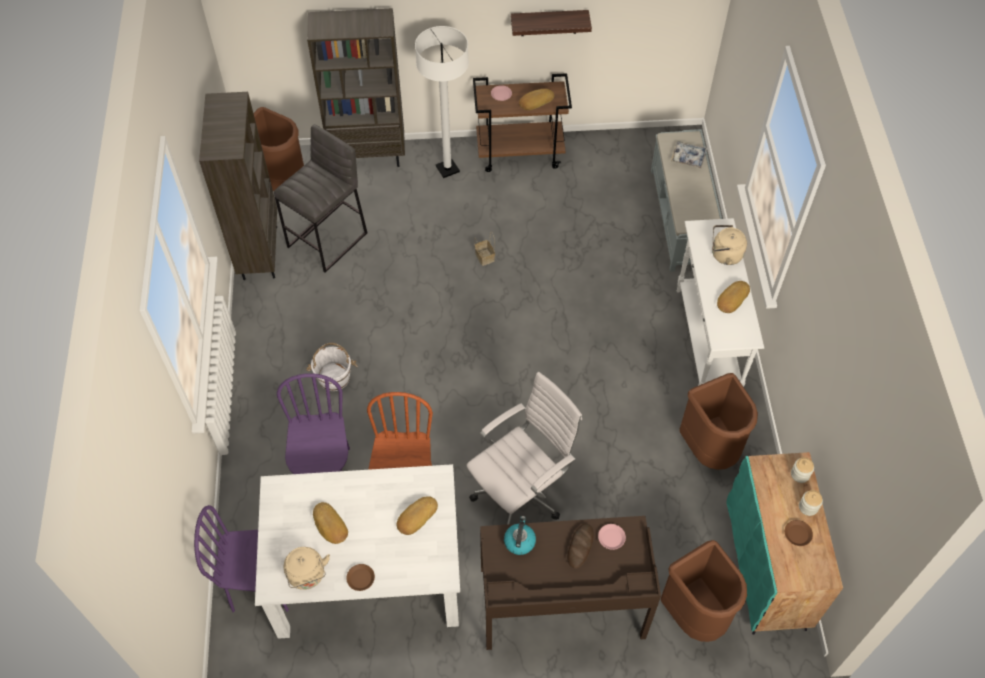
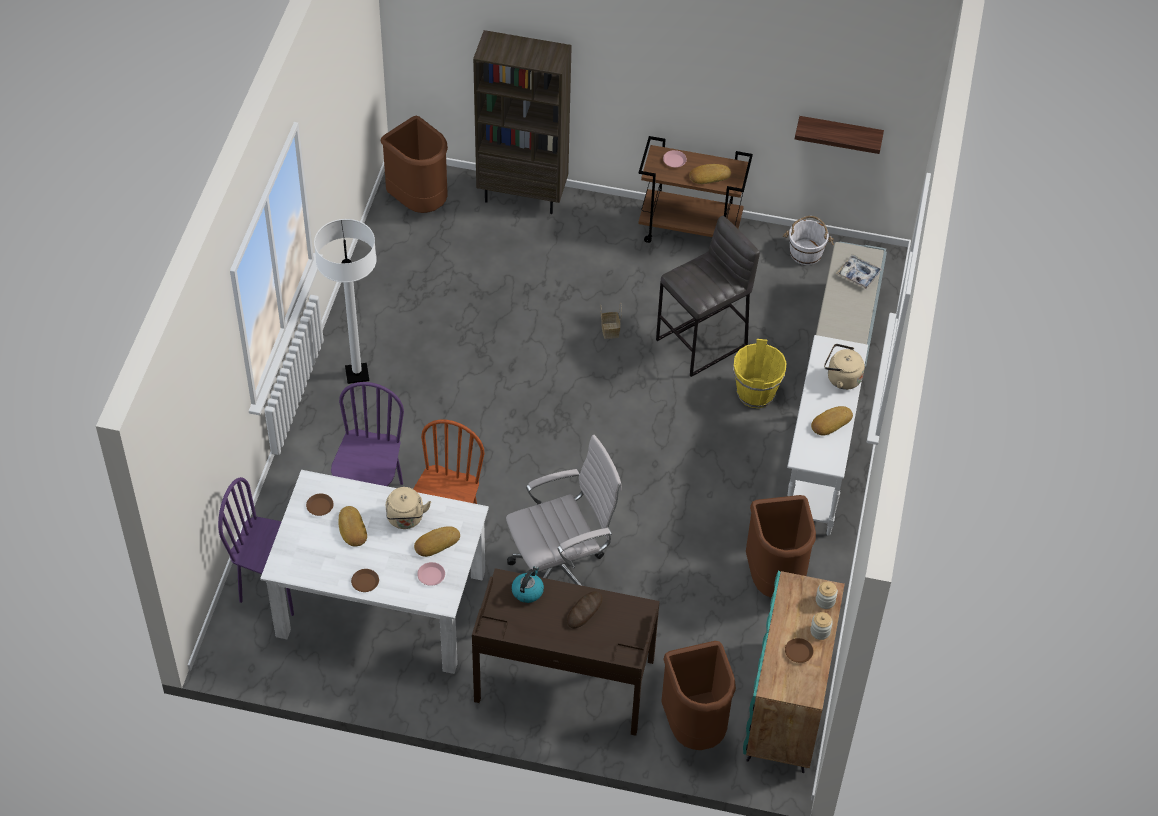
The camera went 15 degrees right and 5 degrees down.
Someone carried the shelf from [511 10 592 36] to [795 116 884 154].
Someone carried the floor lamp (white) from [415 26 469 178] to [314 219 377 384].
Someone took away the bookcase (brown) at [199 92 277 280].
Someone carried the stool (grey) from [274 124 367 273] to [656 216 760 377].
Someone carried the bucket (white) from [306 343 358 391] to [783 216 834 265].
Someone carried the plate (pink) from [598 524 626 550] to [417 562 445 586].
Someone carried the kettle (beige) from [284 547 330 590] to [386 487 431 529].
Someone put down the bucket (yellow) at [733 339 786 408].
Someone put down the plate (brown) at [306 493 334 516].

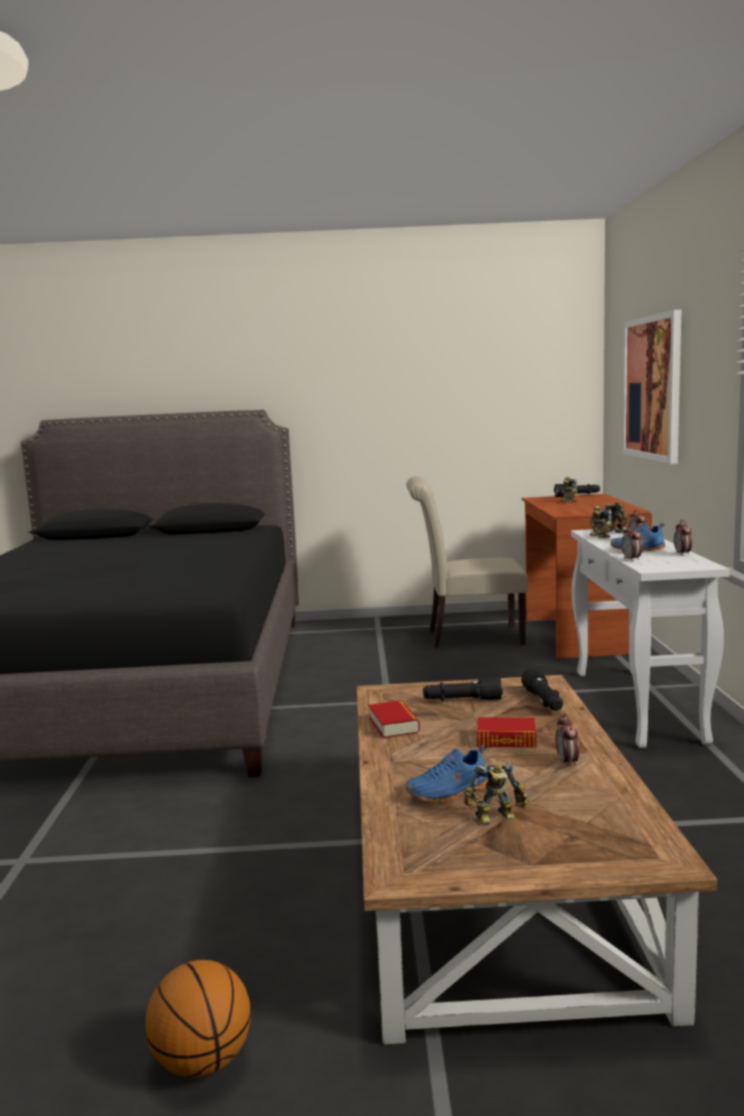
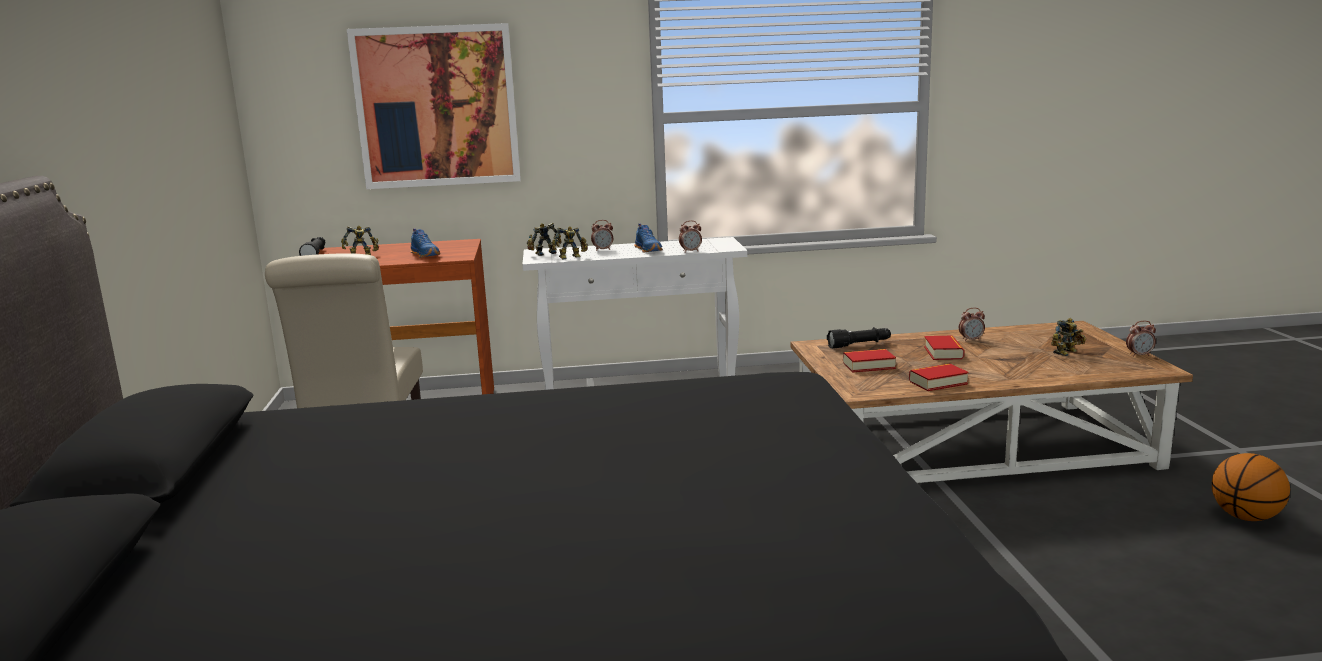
The camera went 95 degrees left and 5 degrees up.
Someone carried the alarm clock from [674 520 692 555] to [1126 321 1156 357].
Someone swapped the flashlight (black) at [423 677 503 701] for the book at [843 349 896 372].
Someone carried the shoe (blue) from [405 745 488 804] to [410 228 440 258].
Someone rotated the toy robot at [464 762 529 826] by 75 degrees clockwise.

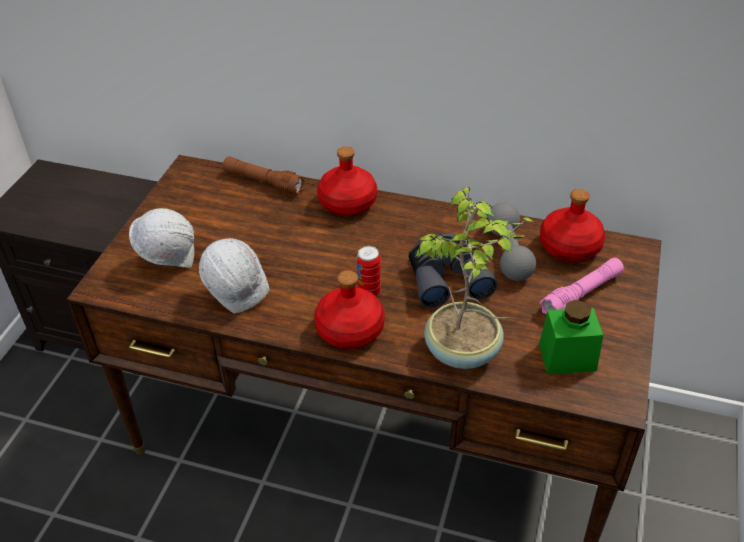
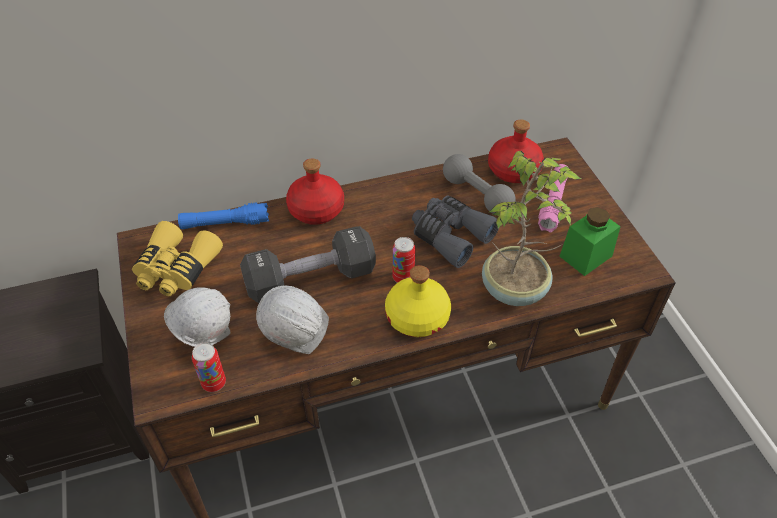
The camera went 35 degrees left and 5 degrees up.
Someone repainted the flashlight (brown) at [223 157 306 195], which became the flashlight (blue) at [178 202 269 229].
Someone repainted the bottle (red) at [314 270 385 349], which became the bottle (yellow) at [385 265 451 337].
Someone put down the binoculars (yellow) at [132 221 223 296].
Someone put down the dumbbell (black) at [240 226 376 303].
Someone put down the can at [192 343 226 392].

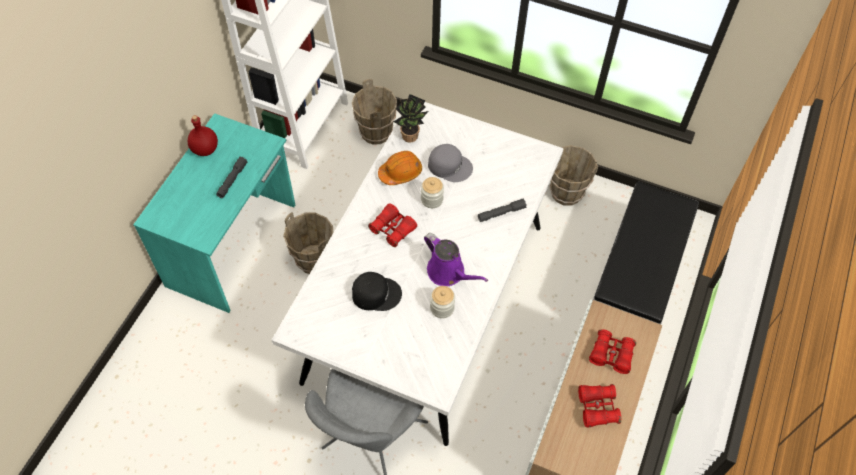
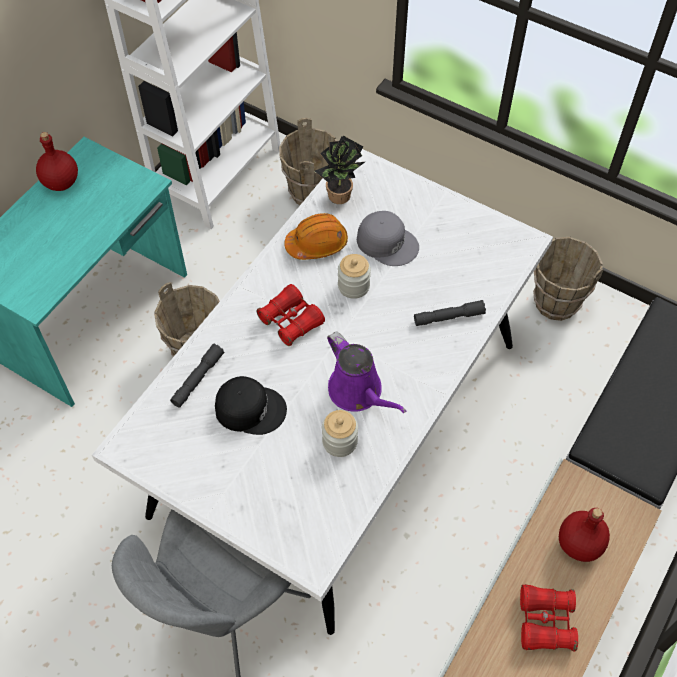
The camera went 10 degrees right and 0 degrees up.
Someone carried the flashlight (grey) from [216 156 248 198] to [170 344 224 408].
Someone swapped the binoculars (red) at [589 329 636 374] for the bottle (red) at [559 508 610 562].

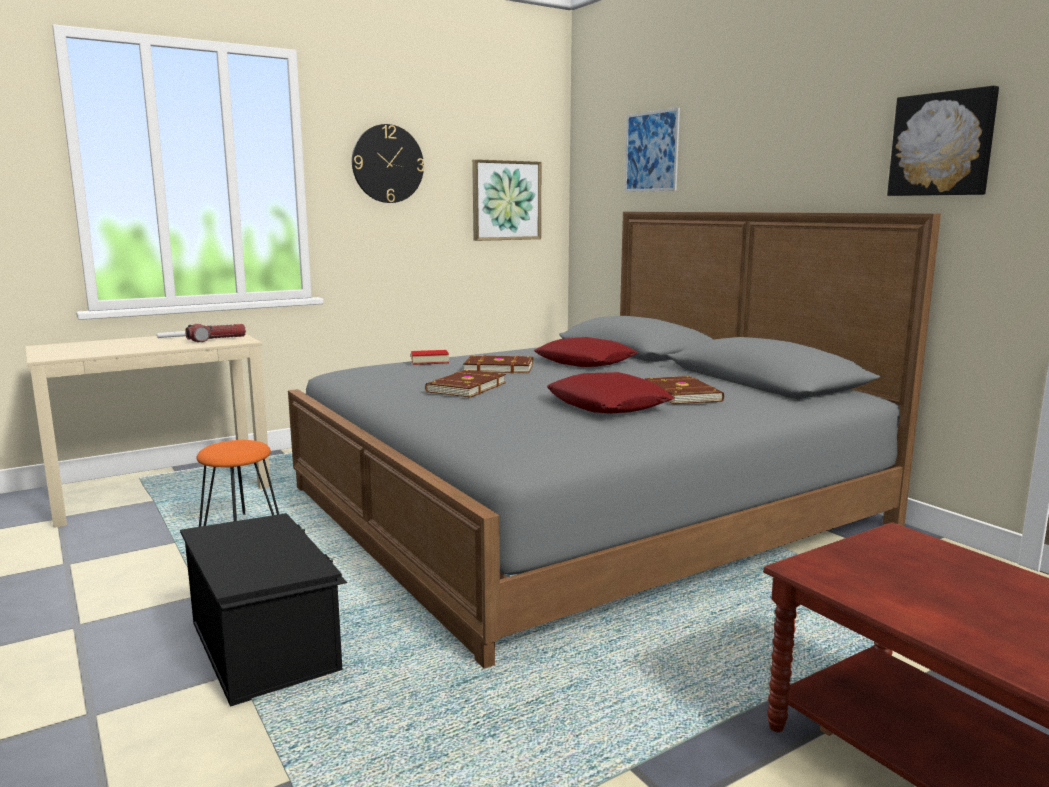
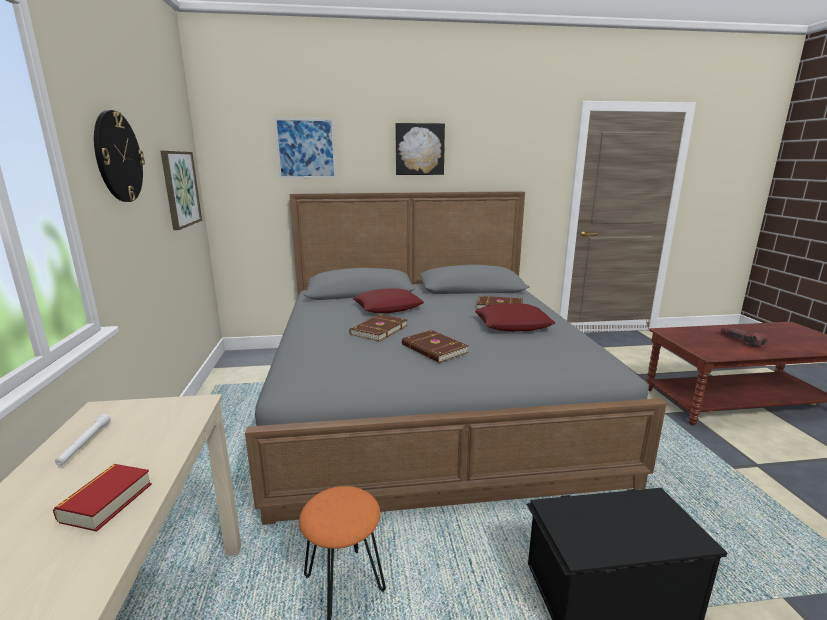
The camera went 65 degrees left and 5 degrees up.
Someone carried the picture from [887 86 999 196] to [395 123 445 175].
Someone carried the flashlight from [185 324 246 342] to [721 325 768 347].
Someone carried the book from [411 350 449 365] to [53 464 152 532].

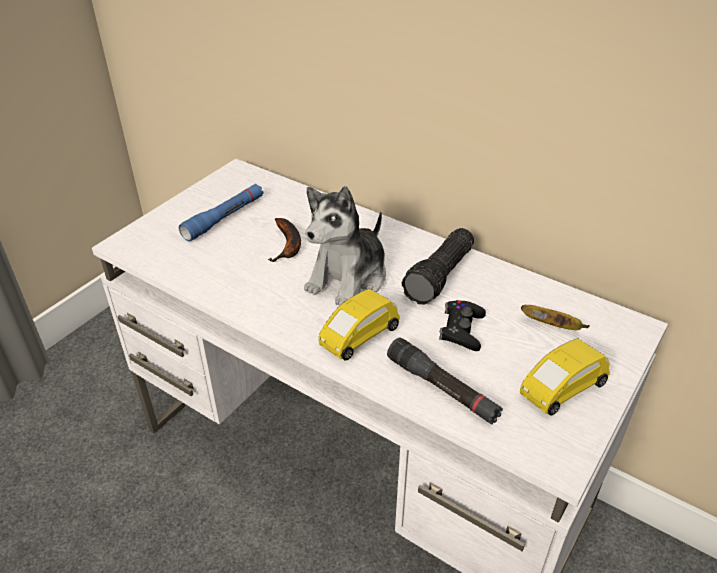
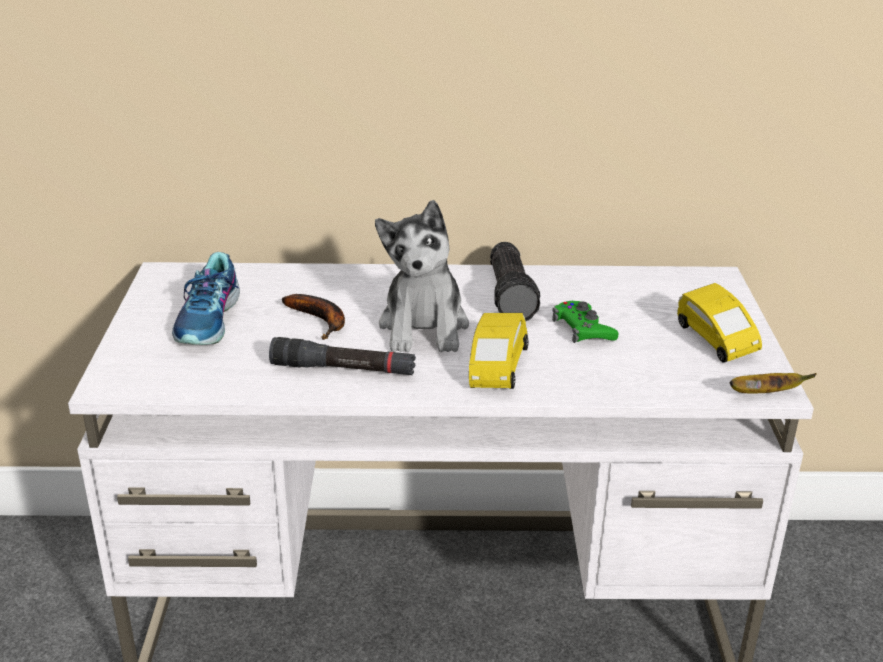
The camera went 35 degrees left and 10 degrees down.
Someone swapped the flashlight (blue) at [179 184 263 241] for the shoe at [172 252 240 345].
Someone repainted the game controller (black) at [439 300 486 351], which became the game controller (green) at [552 301 618 343].
Someone carried the banana from [521 305 590 330] to [730 373 817 394].
Someone carried the flashlight (black) from [387 338 503 424] to [269 337 416 375].
Someone rotated the toy car (yellow) at [520 338 610 415] by 45 degrees counterclockwise.

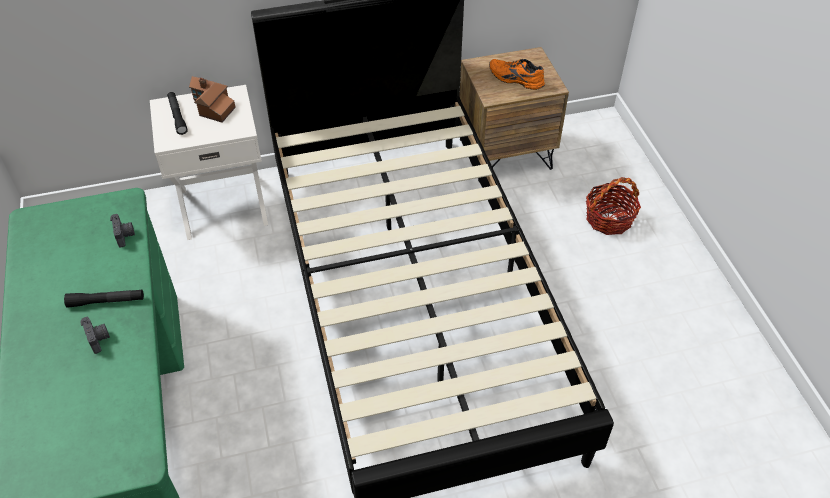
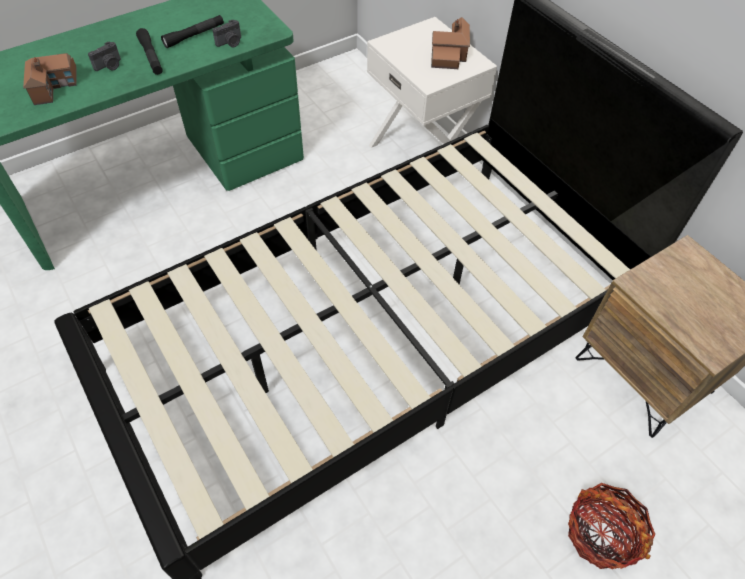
The camera went 70 degrees right and 5 degrees up.
Someone took away the shoe (orange) at [489 59 545 90].
Someone carried the flashlight (black) from [167 92 188 135] to [161 15 224 48].
Someone put down the toy house at [23 53 77 105].

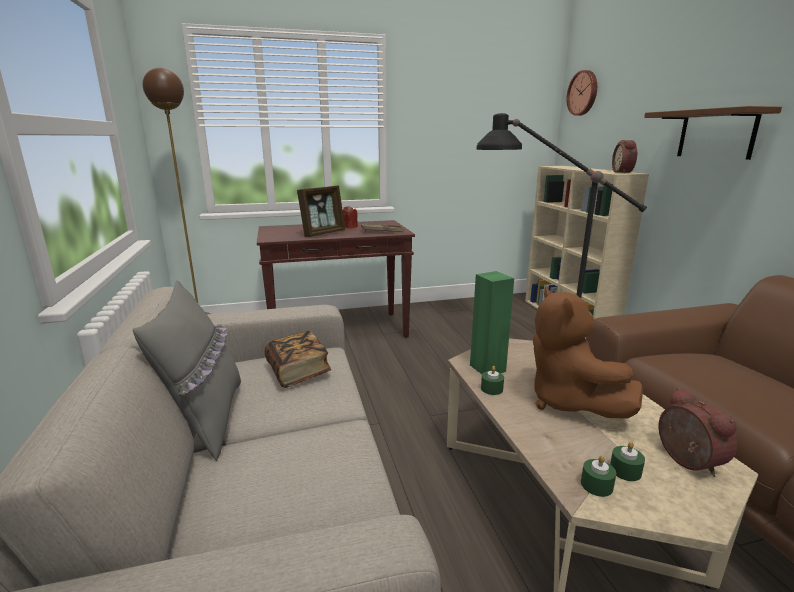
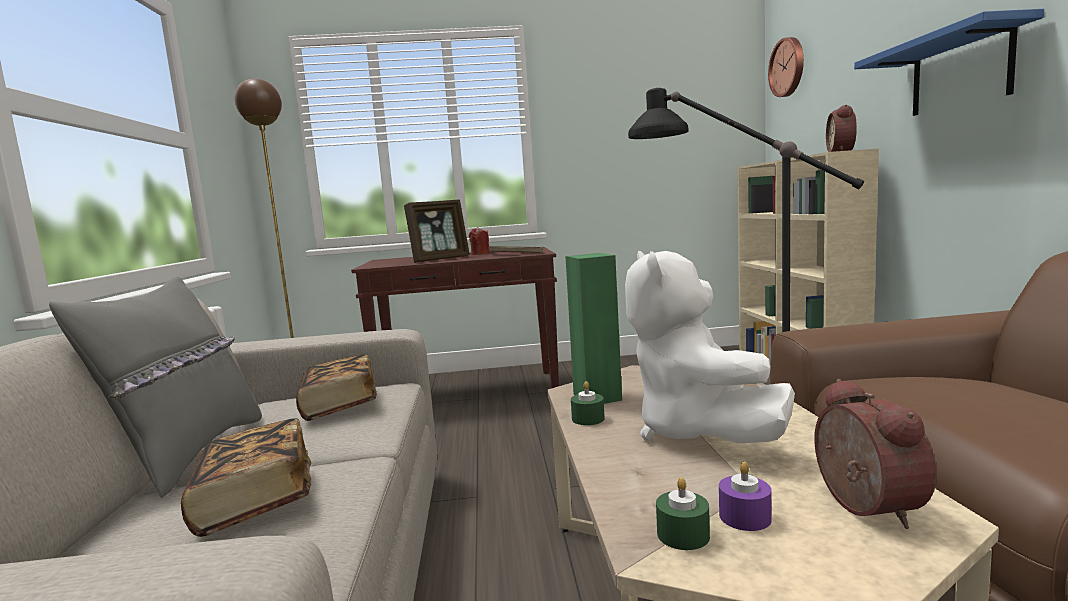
The camera went 10 degrees right and 10 degrees down.
Someone repainted the shelf (brown) at [644 106 782 160], which became the shelf (blue) at [854 9 1044 116].
Someone repainted the plush toy (brown) at [533 287 643 418], which became the plush toy (white) at [625 251 795 443].
Someone repainted the candle (green) at [610 442 645 481], which became the candle (purple) at [719 462 772 531].
Someone put down the book at [181 418 311 537].

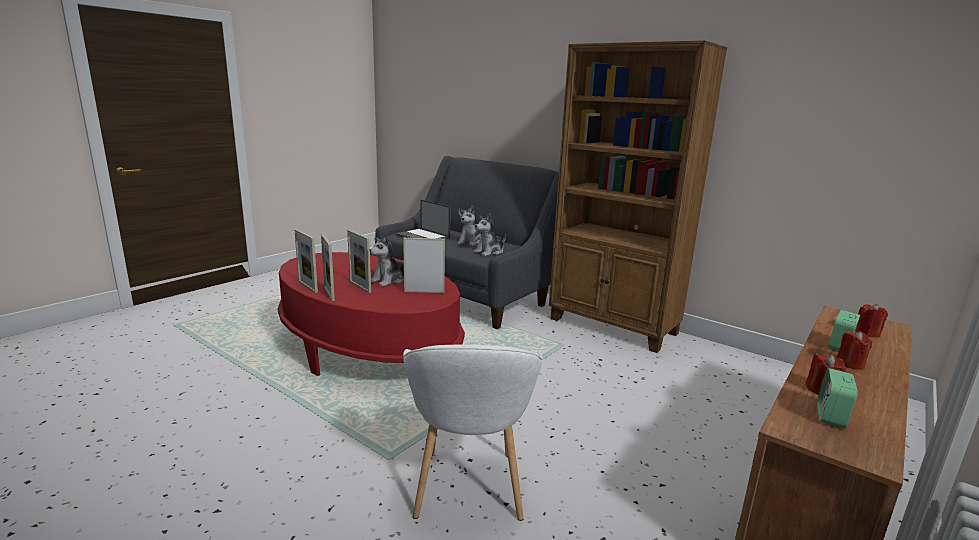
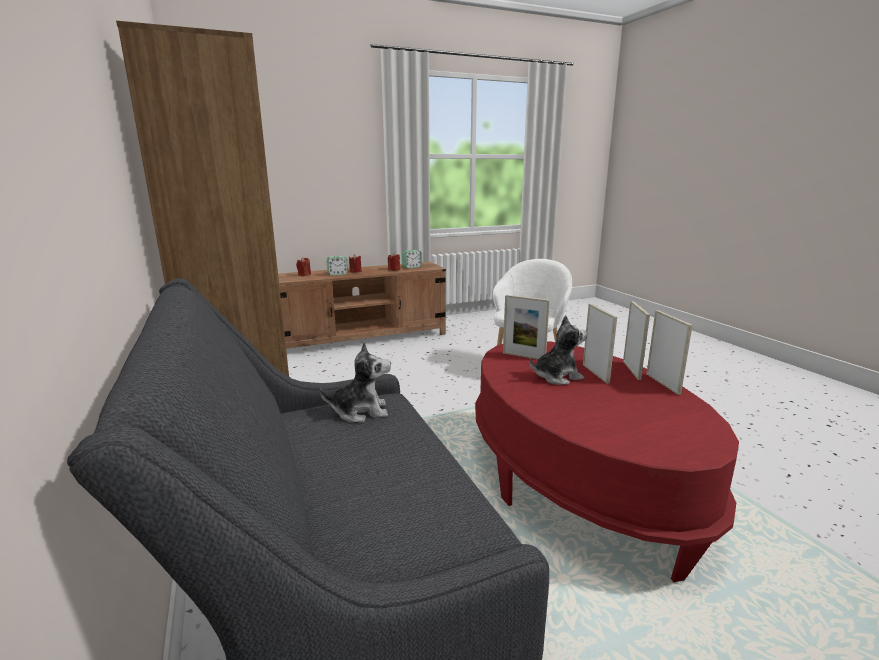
The camera went 150 degrees left and 0 degrees up.
Someone took away the laptop at [395 200 451 239].
Someone took away the plush toy at [458 206 482 246].

